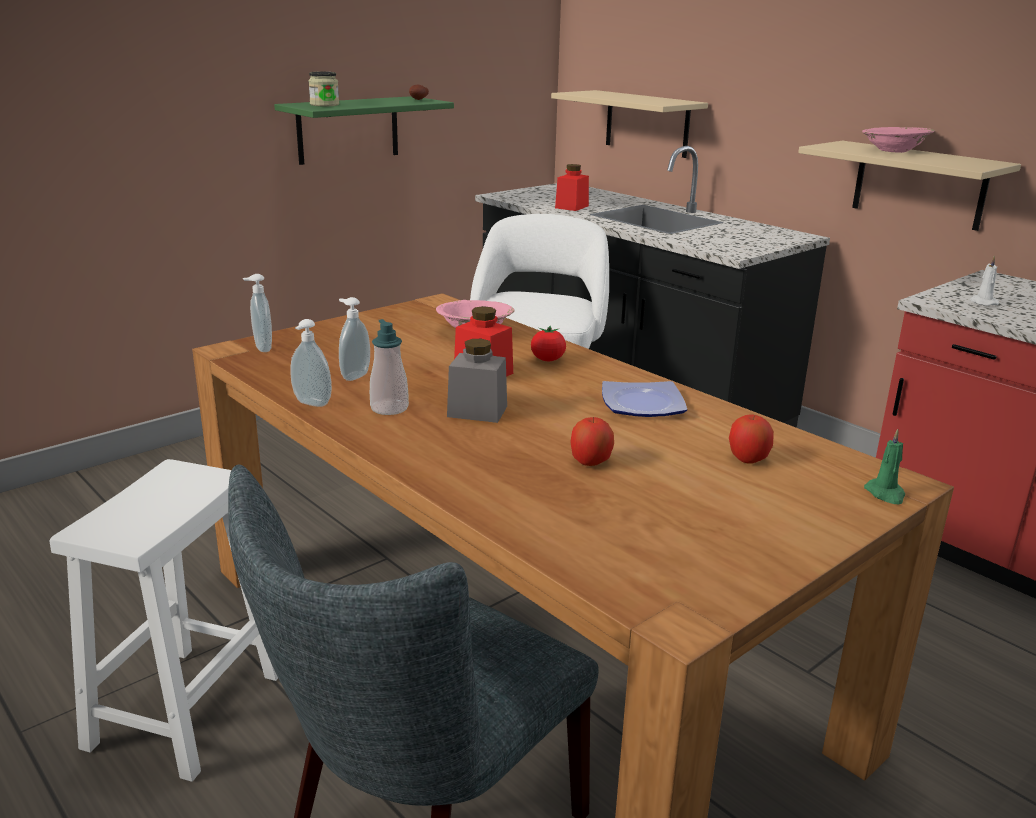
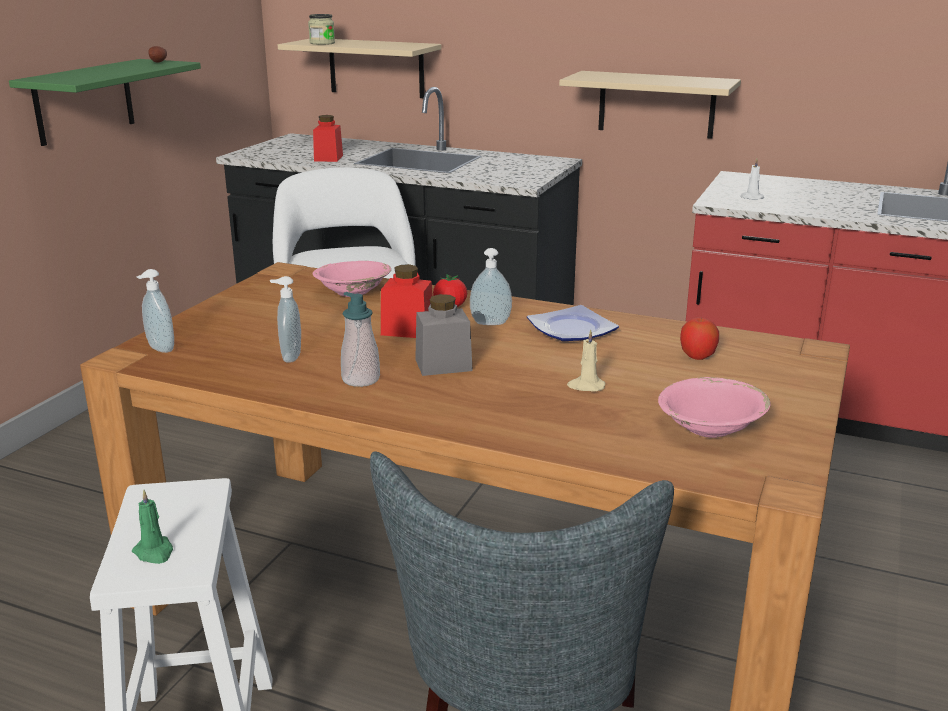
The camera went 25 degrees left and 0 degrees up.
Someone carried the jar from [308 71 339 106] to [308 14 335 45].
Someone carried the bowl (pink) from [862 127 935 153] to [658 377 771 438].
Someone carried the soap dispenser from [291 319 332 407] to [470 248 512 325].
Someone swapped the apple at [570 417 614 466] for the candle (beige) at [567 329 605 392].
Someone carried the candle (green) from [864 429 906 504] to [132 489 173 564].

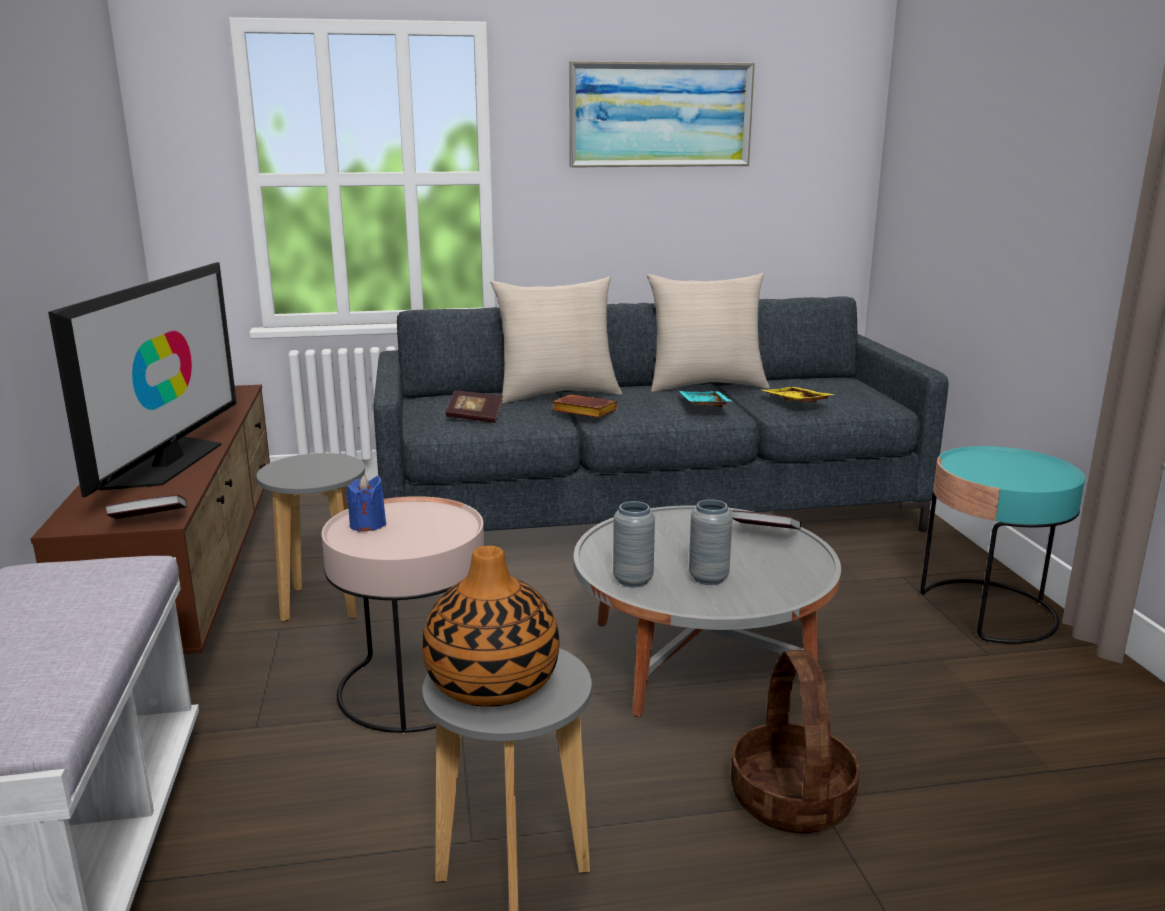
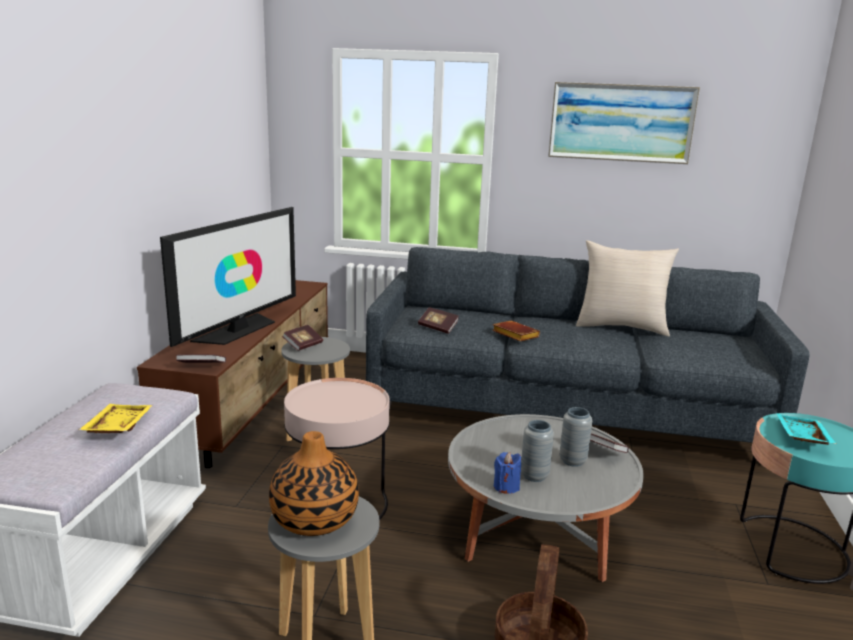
The camera went 20 degrees right and 0 degrees up.
Someone took away the pillow (beige) at [490 277 622 404].
Someone carried the tray (yellow) from [763 387 835 402] to [79 404 153 433].
Someone carried the tray (turquoise) from [679 391 733 408] to [777 413 836 445].
Someone carried the candle (blue) from [346 475 386 532] to [494 452 521 494].
Someone carried the vase (grey) from [613 501 655 587] to [559 407 592 467].
Someone put down the book at [282 325 323 351].

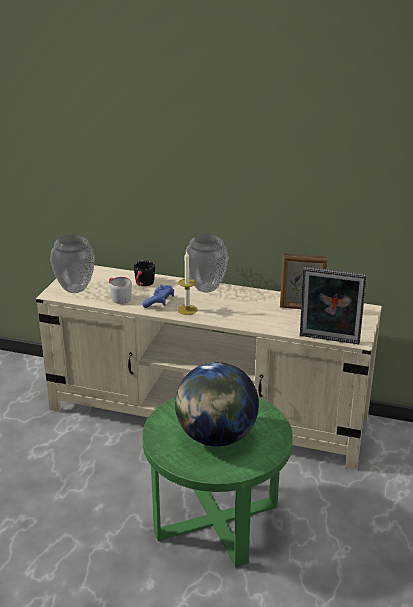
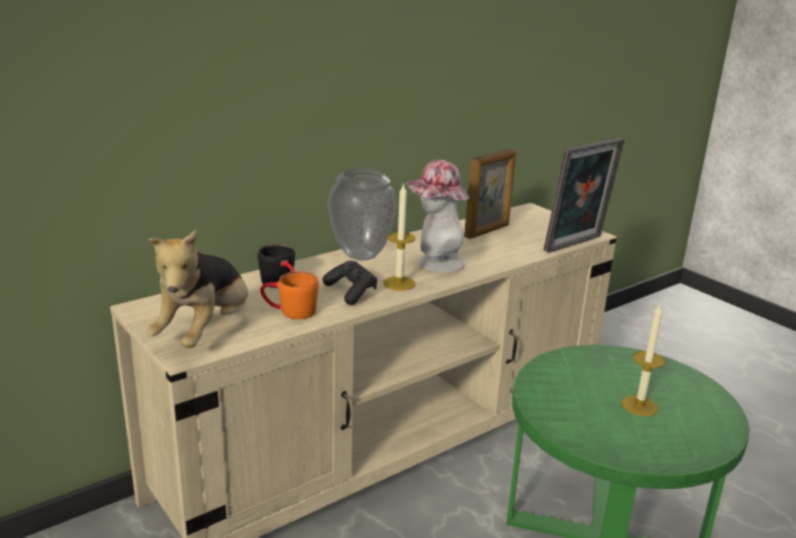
The camera went 55 degrees left and 5 degrees down.
Someone swapped the vase at [50 235 95 293] for the plush toy at [146 230 248 348].
Someone repainted the mug (grey) at [109 277 132 304], which became the mug (orange) at [260 271 319 319].
Someone repainted the game controller (blue) at [142 285 174 308], which became the game controller (black) at [323 260 377 305].
Someone swapped the globe at [175 362 259 447] for the candle at [622 304 665 416].
Someone put down the hat at [406 160 469 273].

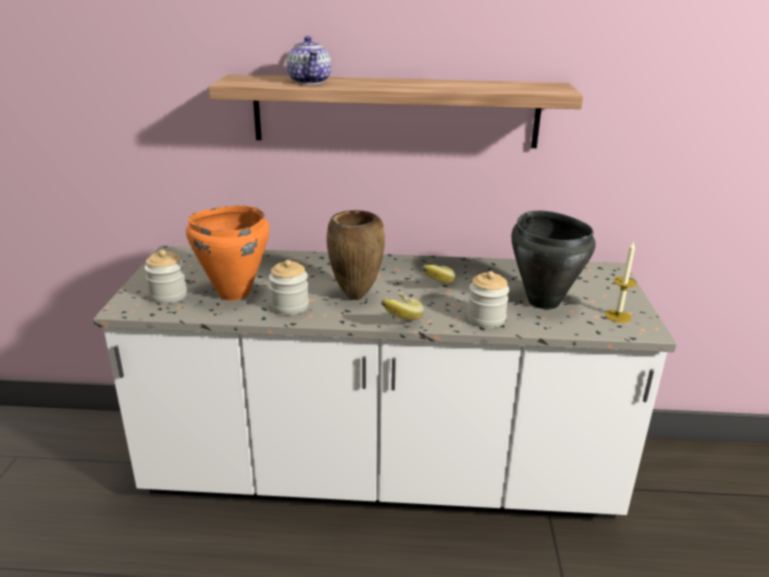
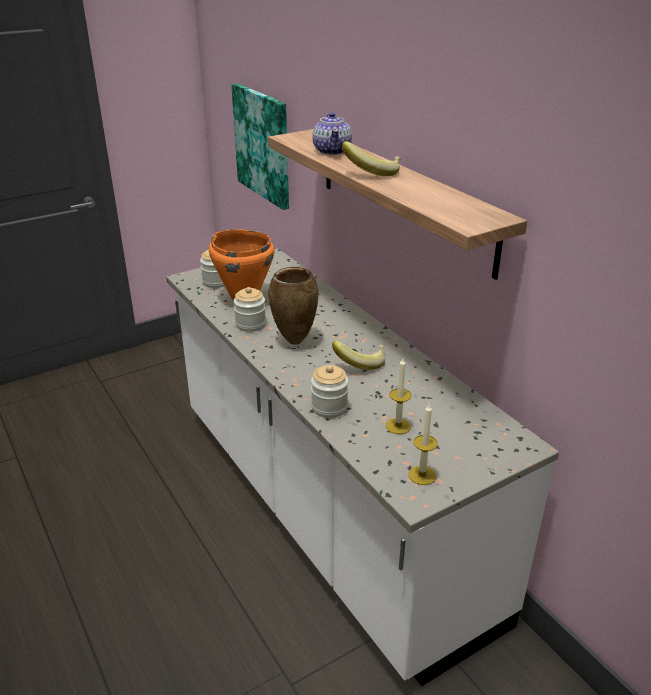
The camera went 55 degrees right and 5 degrees up.
Someone rotated the teapot at [286 36 331 84] by 45 degrees counterclockwise.
Someone swapped the cooking pot (black) at [511 211 596 309] for the candle at [386 358 411 434].
Someone carried the banana from [381 292 424 320] to [342 141 401 176].
Someone put up the picture at [231 83 289 210].

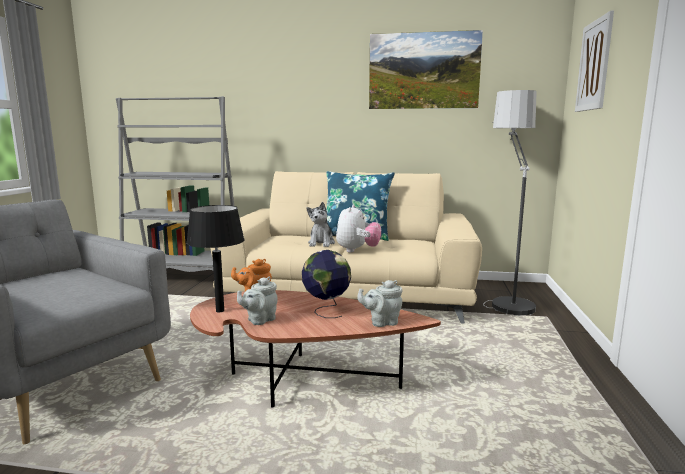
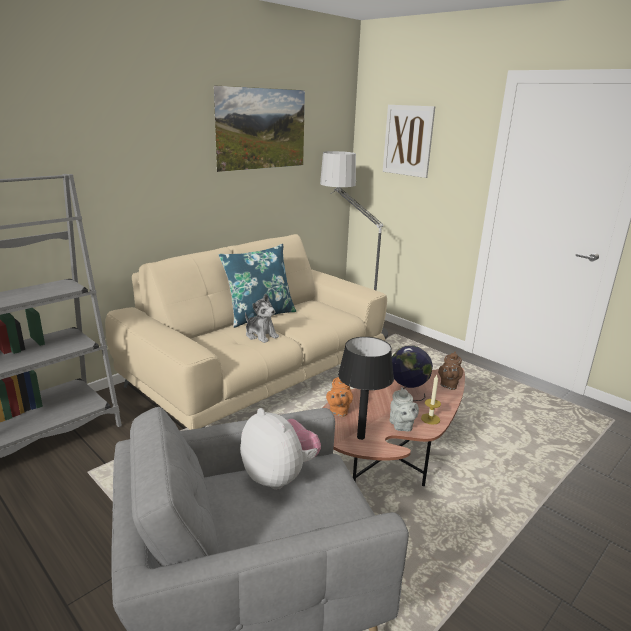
The camera went 55 degrees left and 10 degrees up.
Someone carried the plush toy from [336 204 381 253] to [240 408 321 490].
Someone repainted the teapot (grey) at [357 280 402 327], which became the teapot (brown) at [438 352 463 390].
Someone put down the candle at [421 375 441 425].

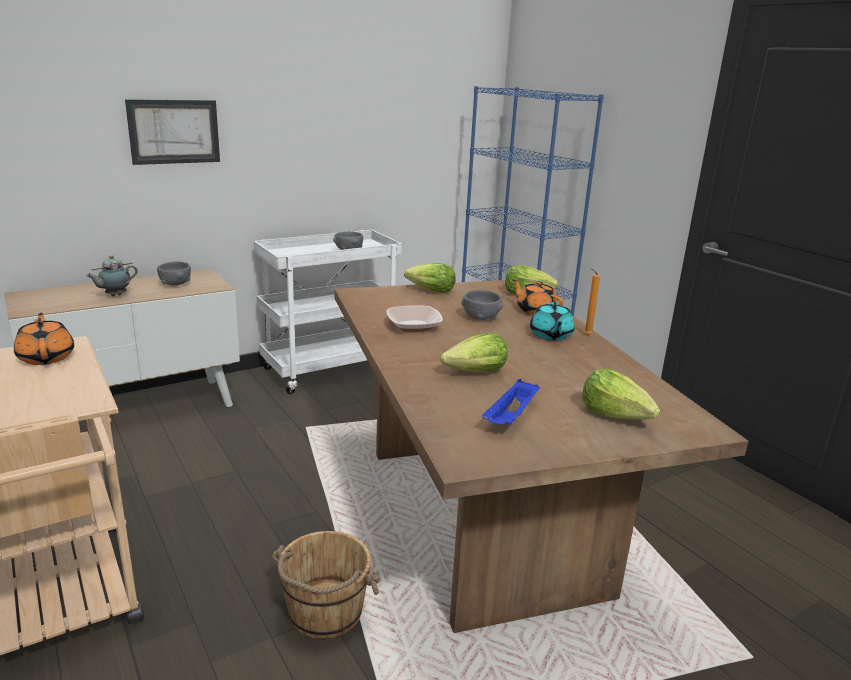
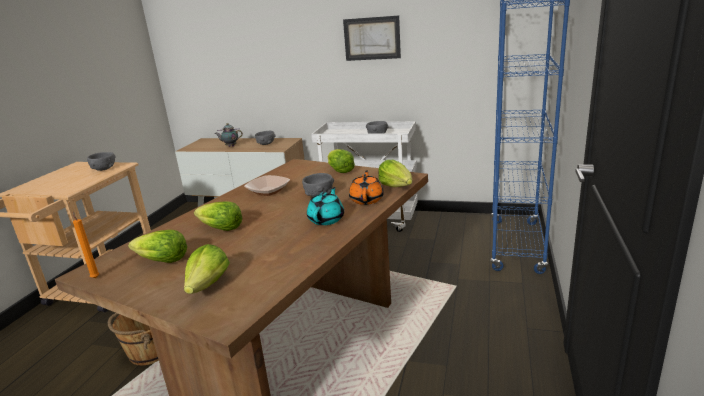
The camera went 50 degrees right and 0 degrees up.
Someone carried the picture from [125 99 220 165] to [343 15 401 61].
Someone carried the candle (orange) from [584 268 600 335] to [73 212 99 278].
Someone rotated the teapot (turquoise) at [530 302 575 340] by 150 degrees clockwise.
Someone swapped the teapot (orange) at [14 313 74 365] for the bowl (grey) at [87 152 115 171].
Someone swapped the tray (blue) at [482 379 540 425] for the lettuce at [128 230 187 263].

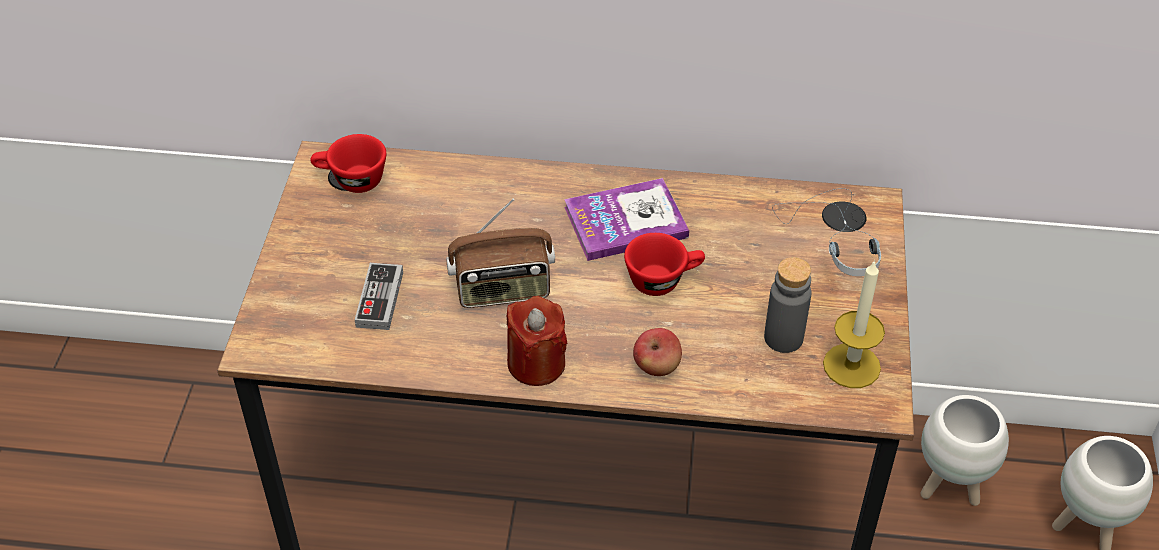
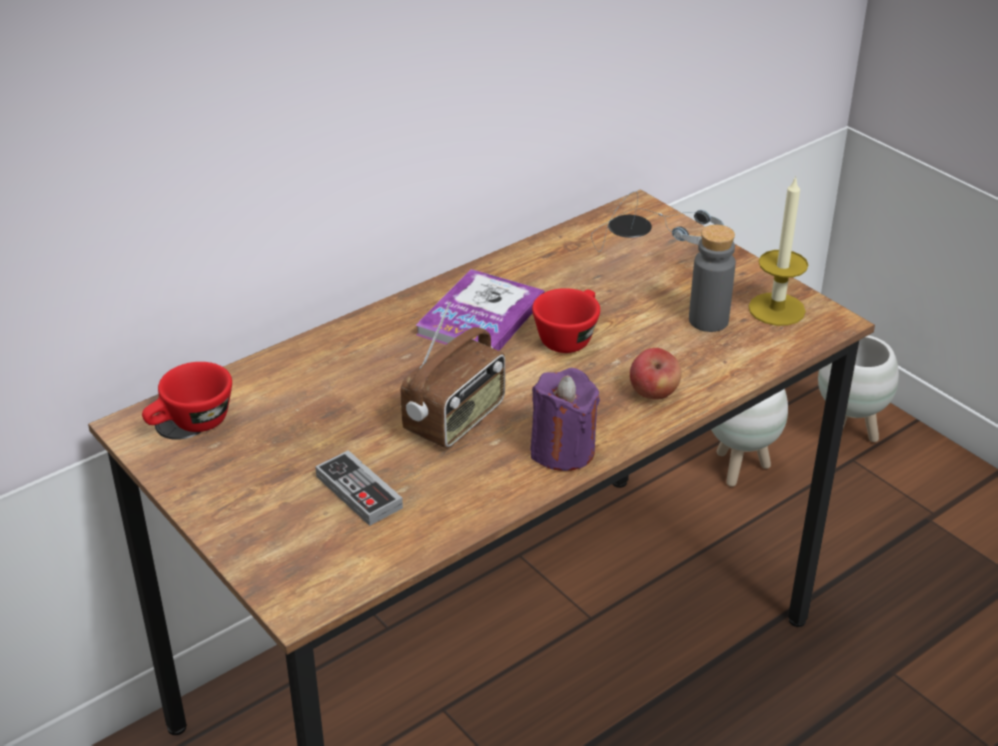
The camera went 45 degrees left and 10 degrees down.
Someone repainted the candle (red) at [507 296 567 386], which became the candle (purple) at [530 368 600 471].

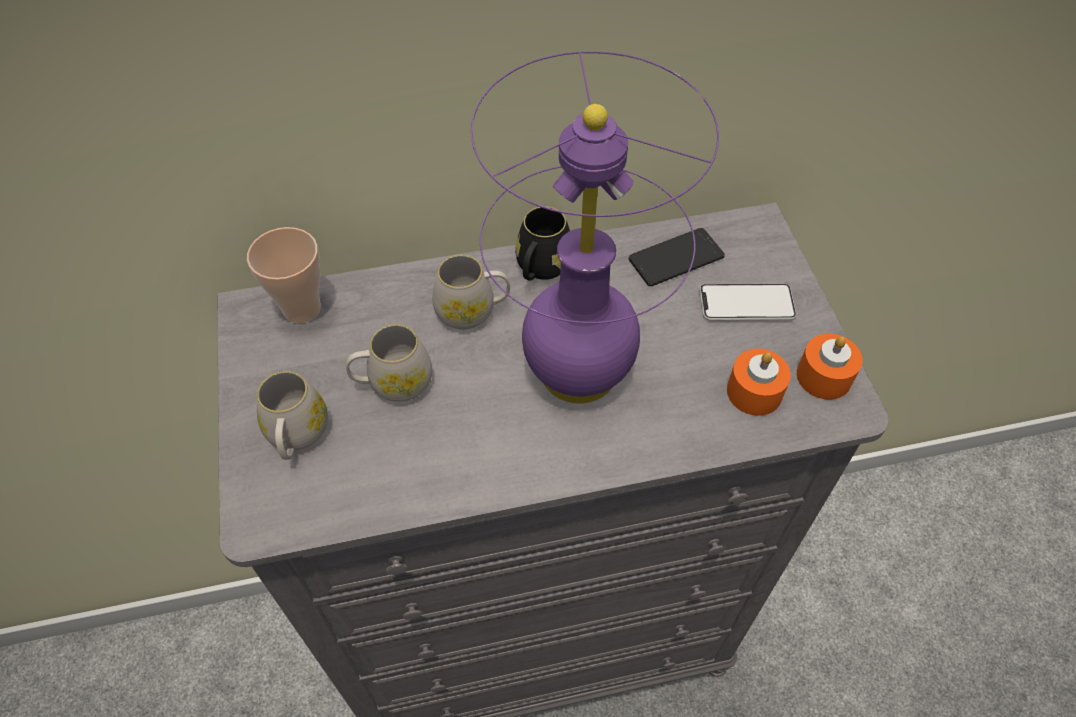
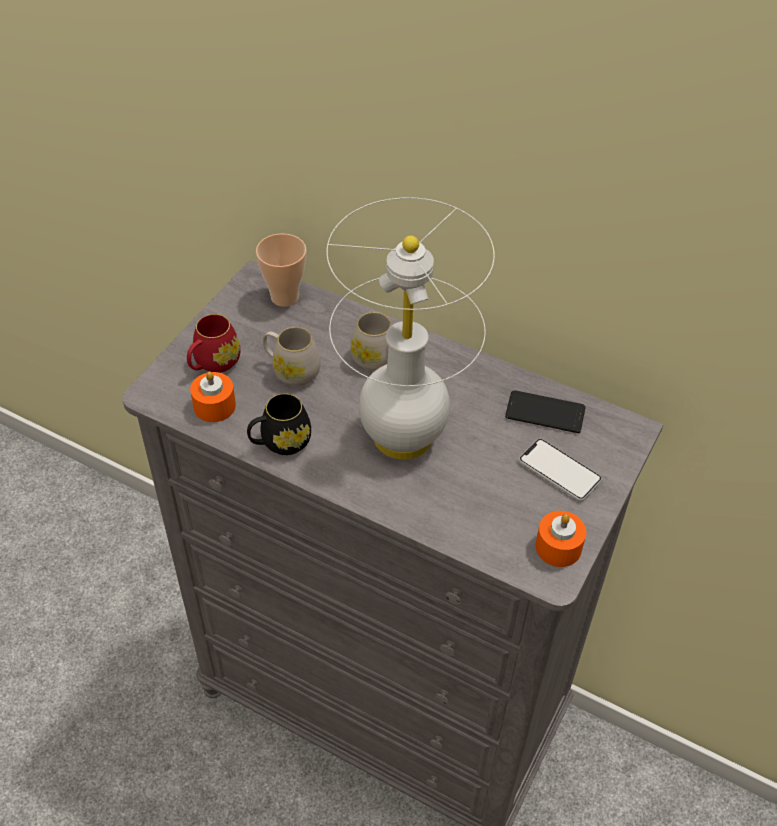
The camera went 40 degrees right and 5 degrees down.
Someone repainted the table lamp (purple) at [471 51 719 404], which became the table lamp (white) at [326 197 495 459].
Someone carried the mug (black) from [515 206 570 281] to [247 393 311 455].
Someone carried the candle (orange) from [727 349 791 416] to [190 371 236 422].
Someone repainted the mug (white) at [257 371 328 460], which became the mug (red) at [187 314 240 373].

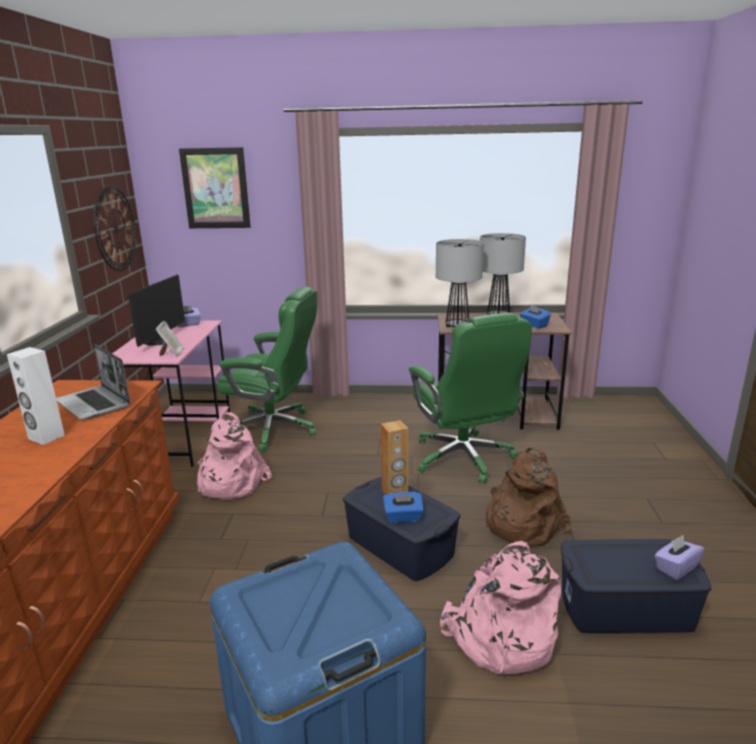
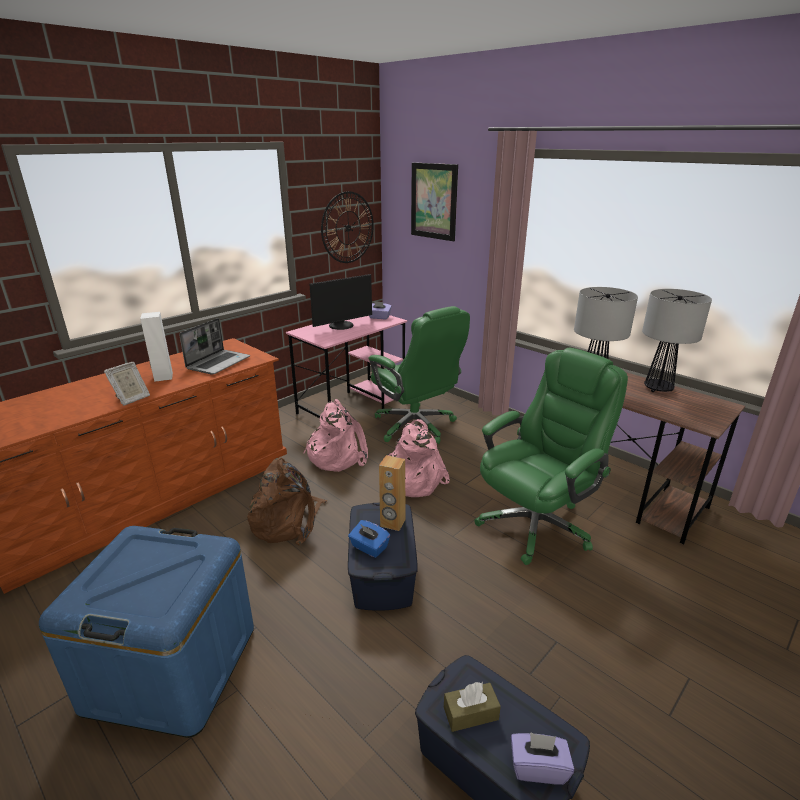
The camera went 40 degrees right and 5 degrees up.
Someone took away the tissue box (blue) at [520 305 551 329].
Someone rotated the office chair (green) at [409 313 532 484] by 150 degrees counterclockwise.
Someone carried the picture frame from [156 321 184 356] to [104 362 150 406].
Someone rotated the laptop at [56 344 131 420] by 150 degrees counterclockwise.
Someone carried the backpack (brown) from [486 447 571 546] to [247 457 327 545].
Someone carried the backpack (pink) from [440 541 562 674] to [387 419 450 497].
Someone put down the tissue box (brown) at [444 682 501 732].

